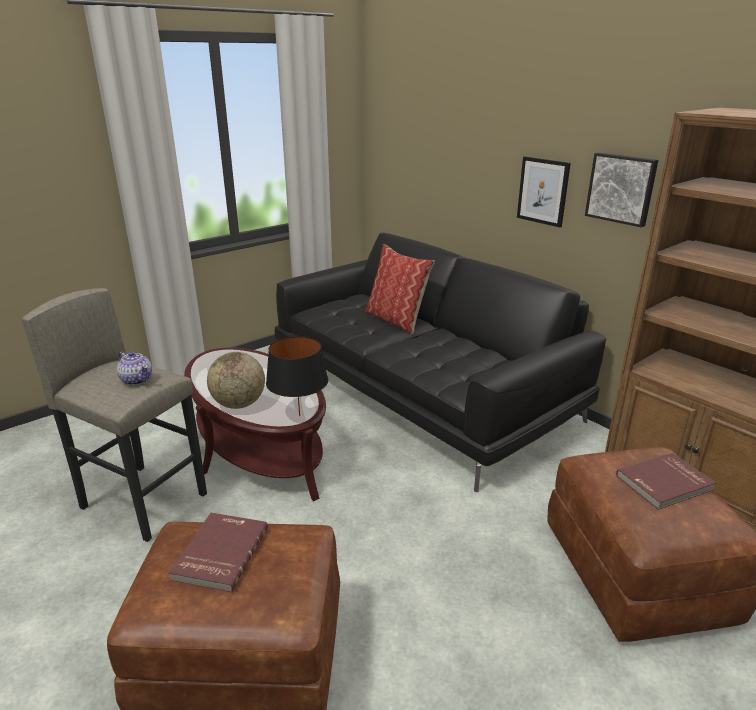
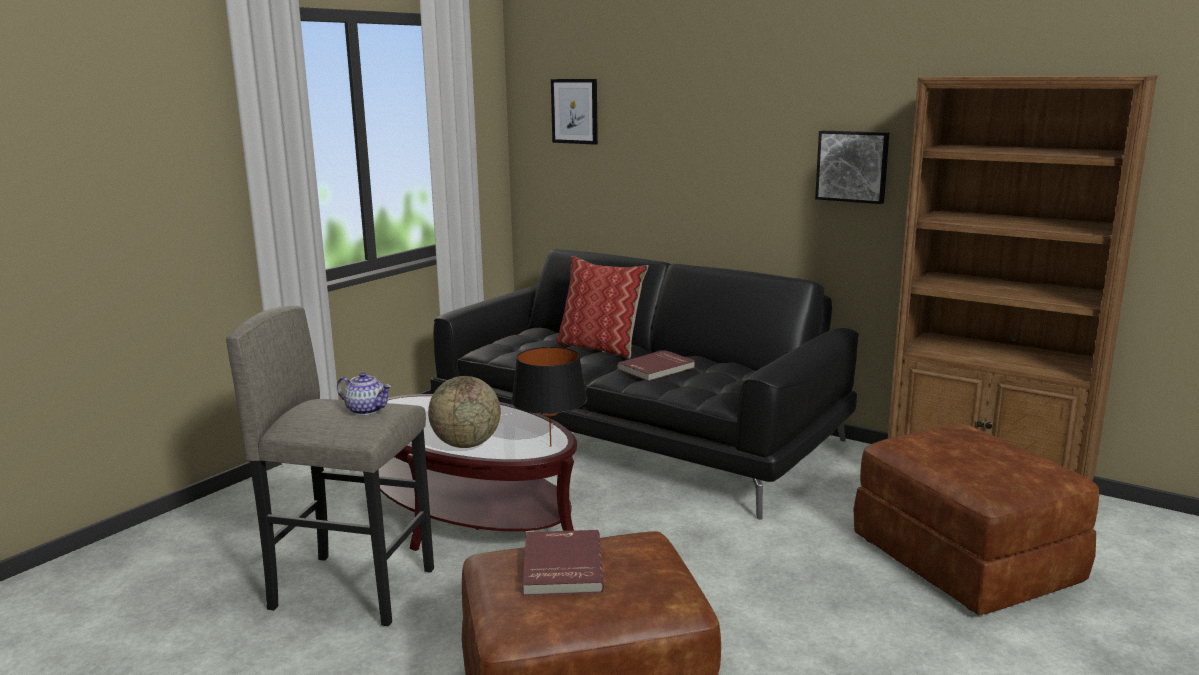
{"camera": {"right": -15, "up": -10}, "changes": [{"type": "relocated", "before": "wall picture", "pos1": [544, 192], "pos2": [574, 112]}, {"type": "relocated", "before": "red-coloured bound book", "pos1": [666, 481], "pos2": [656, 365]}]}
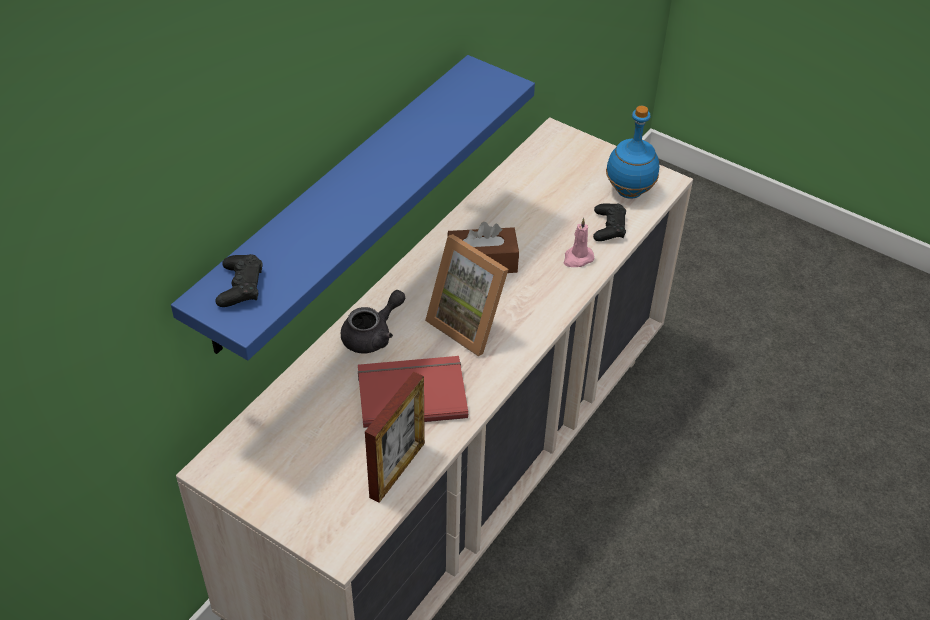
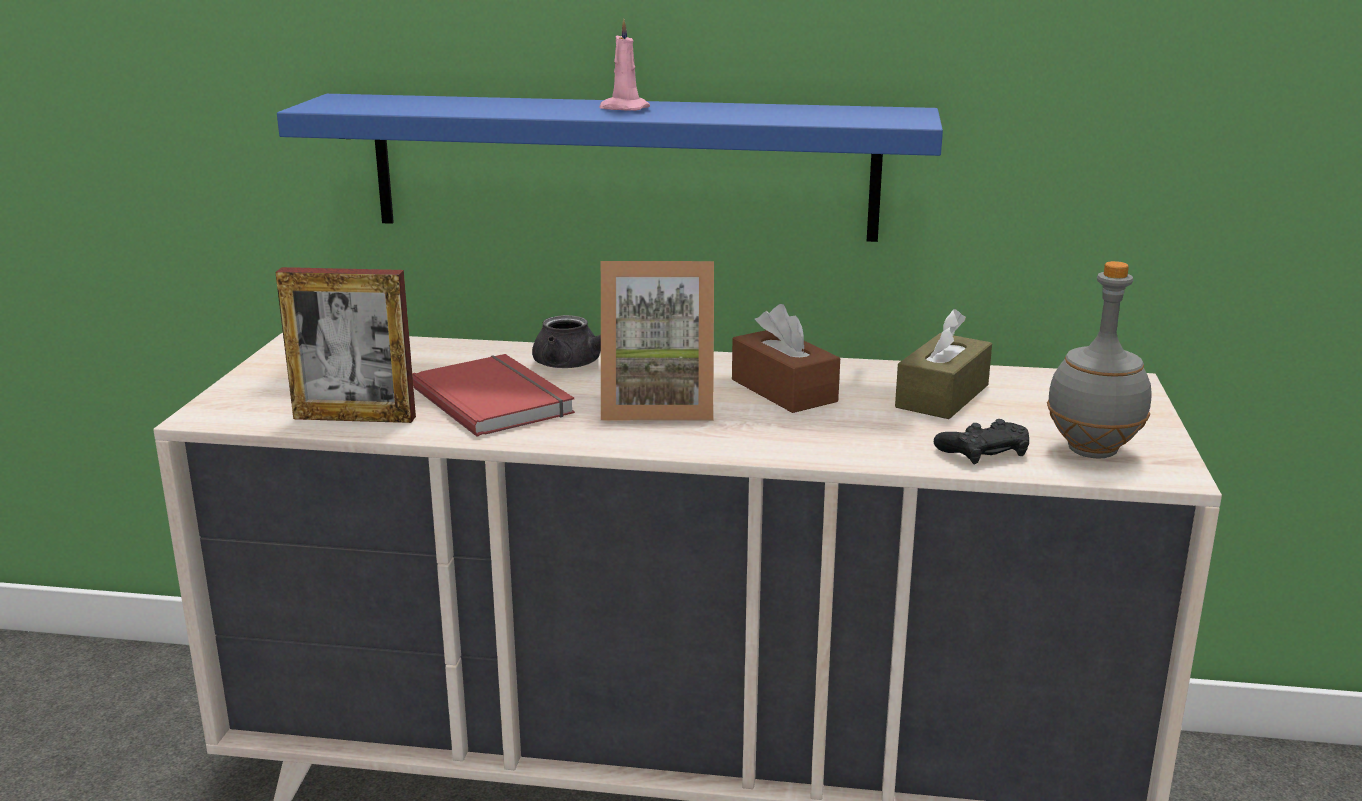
{"camera": {"right": 65, "up": -25}, "changes": [{"type": "relocated", "before": "pinkish wax light", "pos1": [579, 242], "pos2": [624, 64]}, {"type": "spun", "before": "standing frame", "pos1": [467, 295], "pos2": [657, 341], "turn": -105}, {"type": "appeared", "after": "brown-coloured tissue box", "pos2": [943, 364]}, {"type": "colour", "before": "blue-coloured bottle", "after": "greyish bottle", "pos1": [632, 152], "pos2": [1099, 360]}, {"type": "missing", "before": "black gamepad", "pos1": [239, 280]}]}
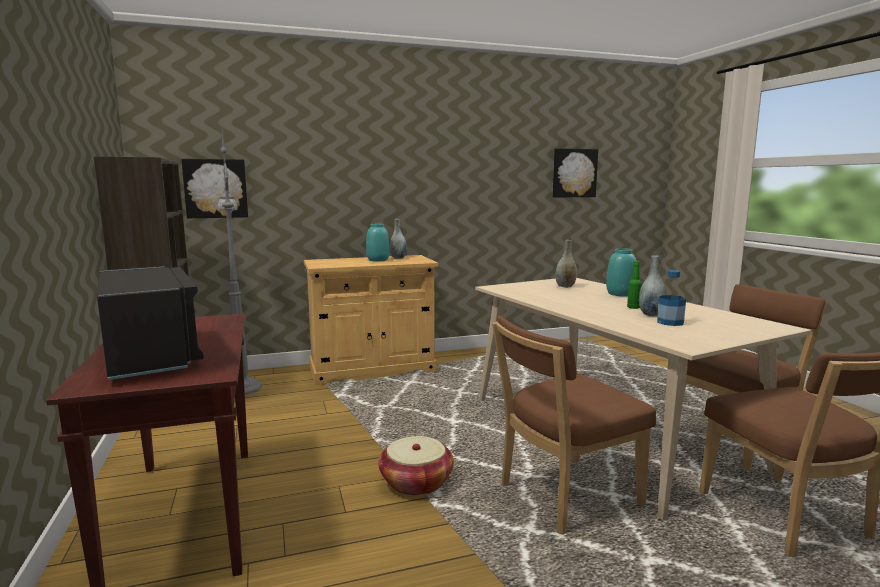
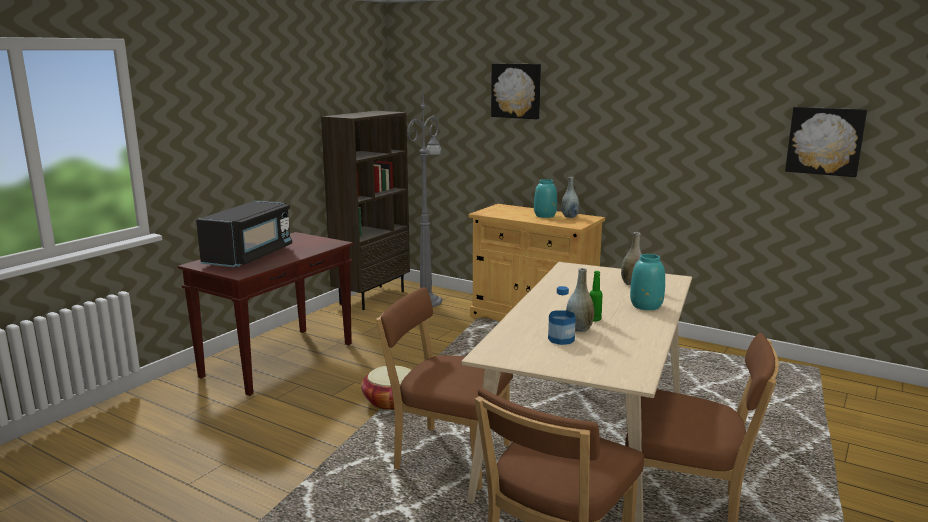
{"camera": {"right": 50, "up": 5}, "changes": [{"type": "relocated", "before": "wall picture", "pos1": [214, 188], "pos2": [516, 91]}]}
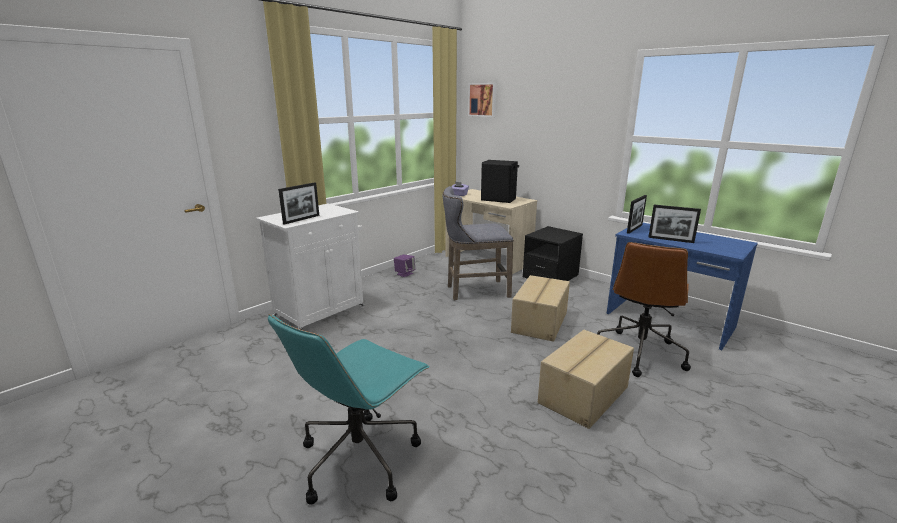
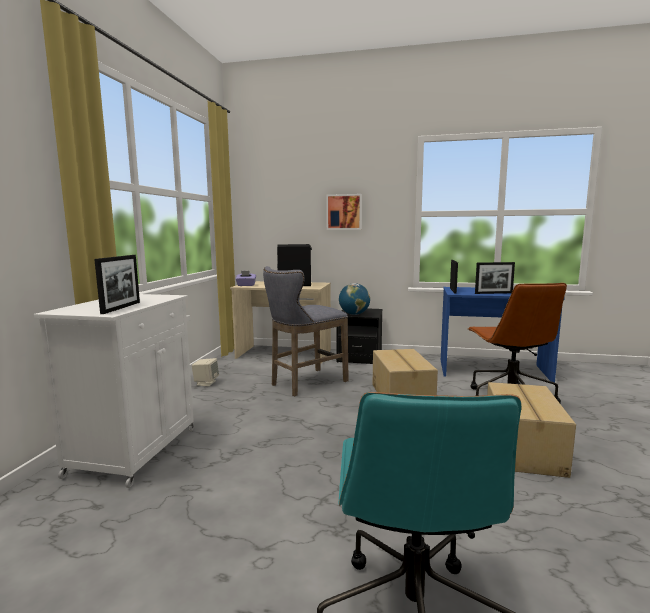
{"camera": {"right": -30, "up": -10}, "changes": [{"type": "colour", "before": "purplish speaker", "after": "beige-coloured speaker", "pos1": [404, 265], "pos2": [205, 372]}, {"type": "relocated", "before": "wall picture", "pos1": [482, 100], "pos2": [344, 212]}, {"type": "appeared", "after": "desk globe", "pos2": [354, 299]}]}
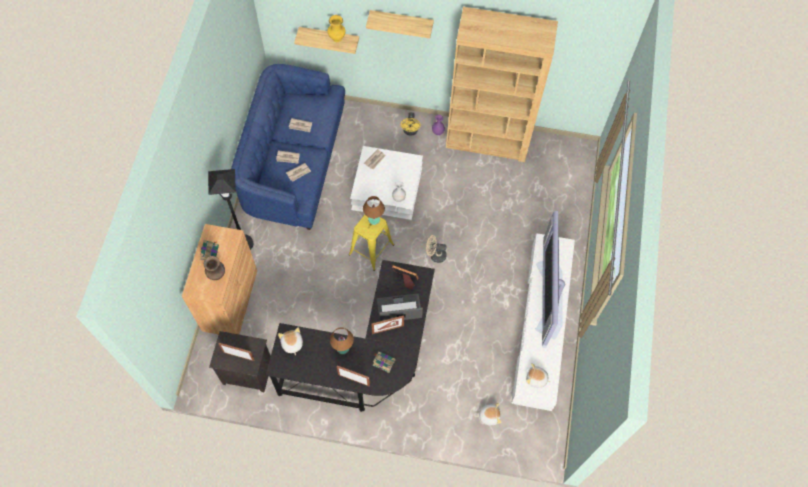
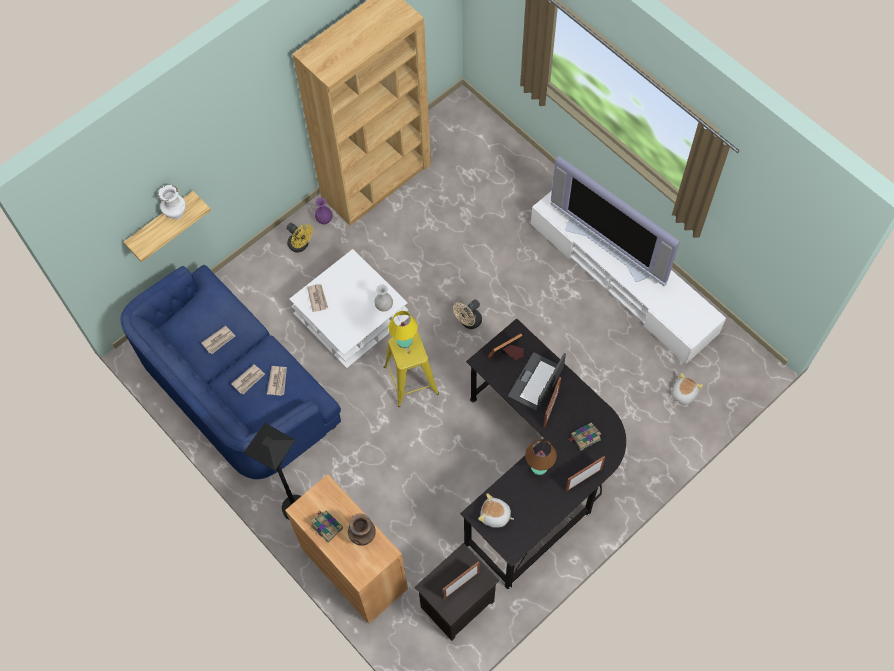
{"camera": {"right": -50, "up": 0}, "changes": [{"type": "colour", "before": "yellowish decorative vase", "after": "white-coloured decorative vase", "pos1": [337, 28], "pos2": [172, 202]}, {"type": "colour", "before": "brown-coloured table lamp", "after": "yellowish table lamp", "pos1": [374, 210], "pos2": [403, 329]}, {"type": "missing", "before": "wall shelf", "pos1": [400, 24]}, {"type": "missing", "before": "cuddly toy", "pos1": [538, 375]}]}
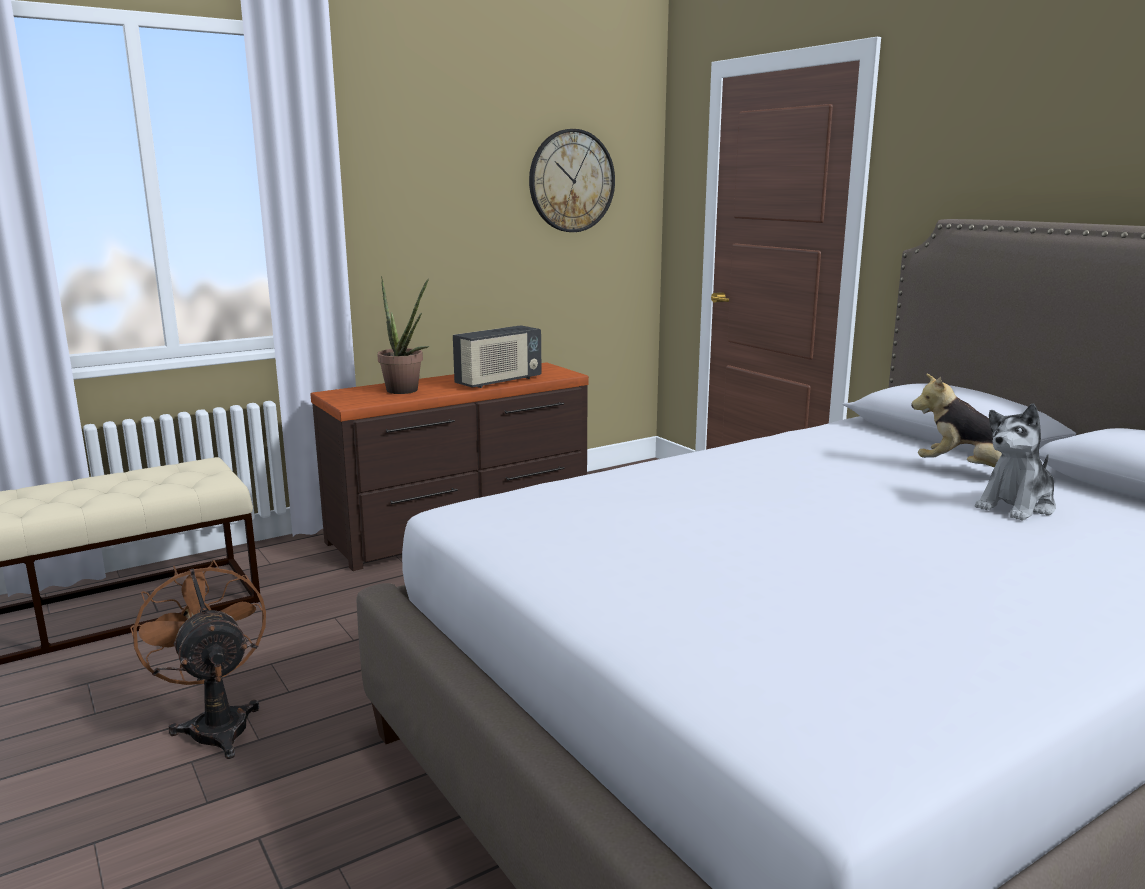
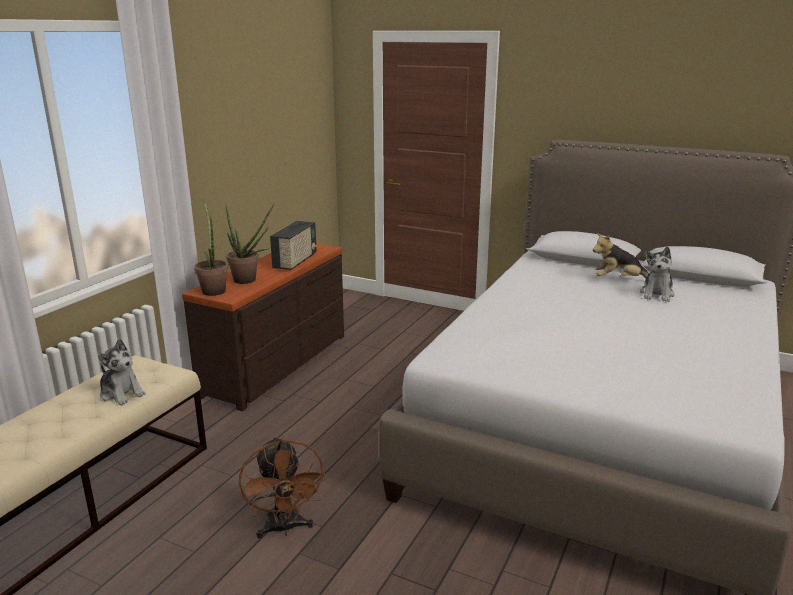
{"camera": {"right": -30, "up": 5}, "changes": [{"type": "appeared", "after": "cuddly toy", "pos2": [122, 372]}, {"type": "appeared", "after": "plant in a pot", "pos2": [211, 248]}, {"type": "spun", "before": "brown-coloured fan", "pos1": [198, 659], "pos2": [282, 487], "turn": -135}, {"type": "missing", "before": "wall clock", "pos1": [572, 180]}]}
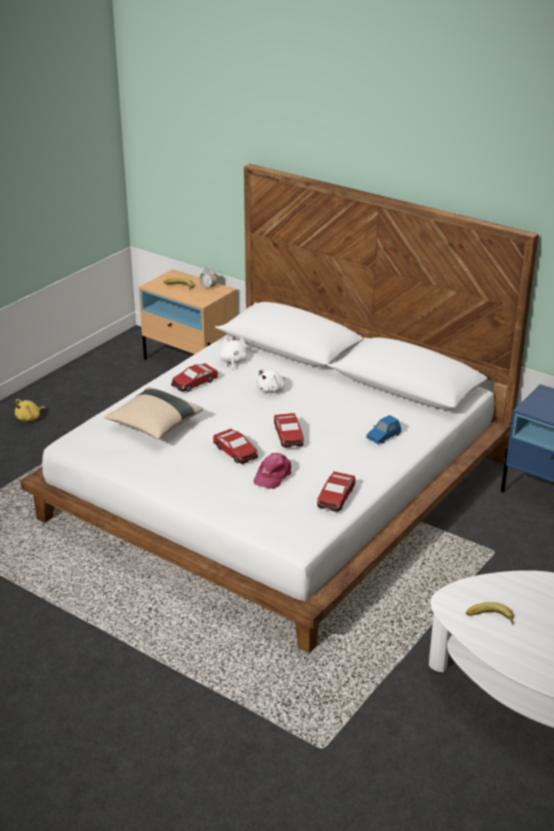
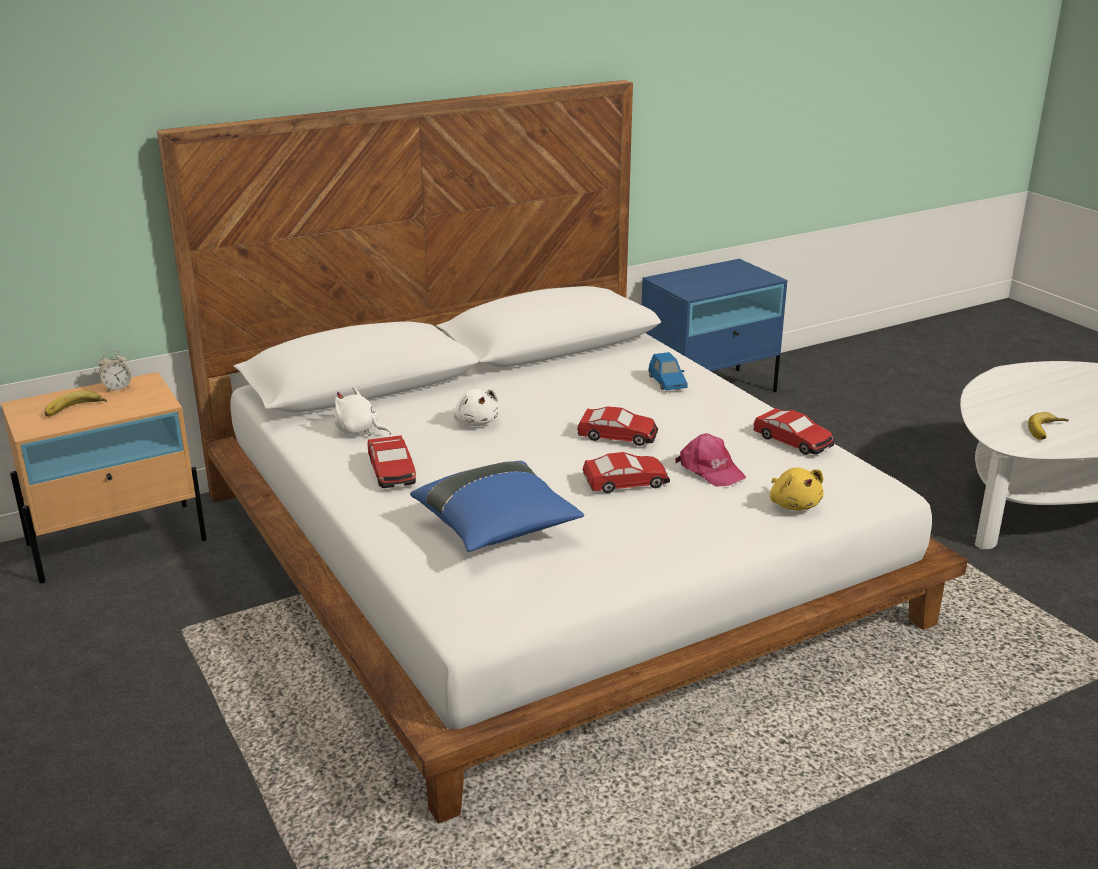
{"camera": {"right": -65, "up": -5}, "changes": [{"type": "colour", "before": "beige-coloured throw pillow", "after": "blue-coloured throw pillow", "pos1": [153, 413], "pos2": [497, 506]}, {"type": "relocated", "before": "yellowish cuddly toy", "pos1": [30, 410], "pos2": [797, 489]}]}
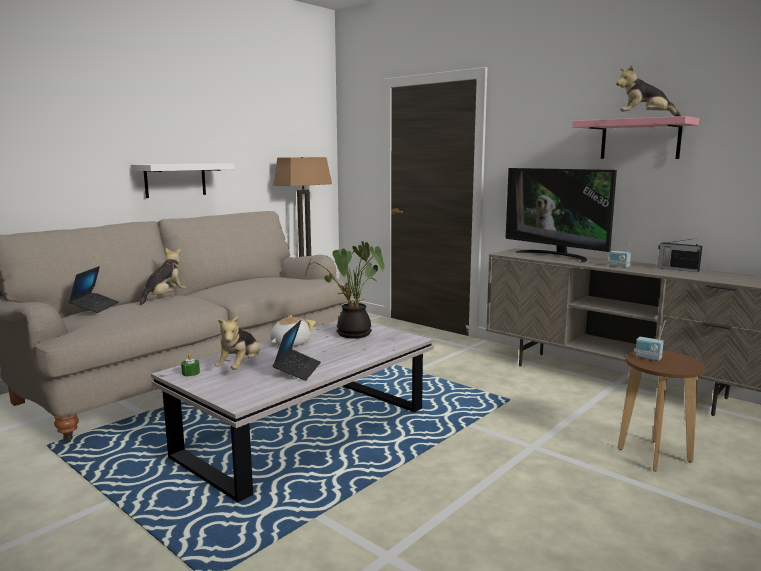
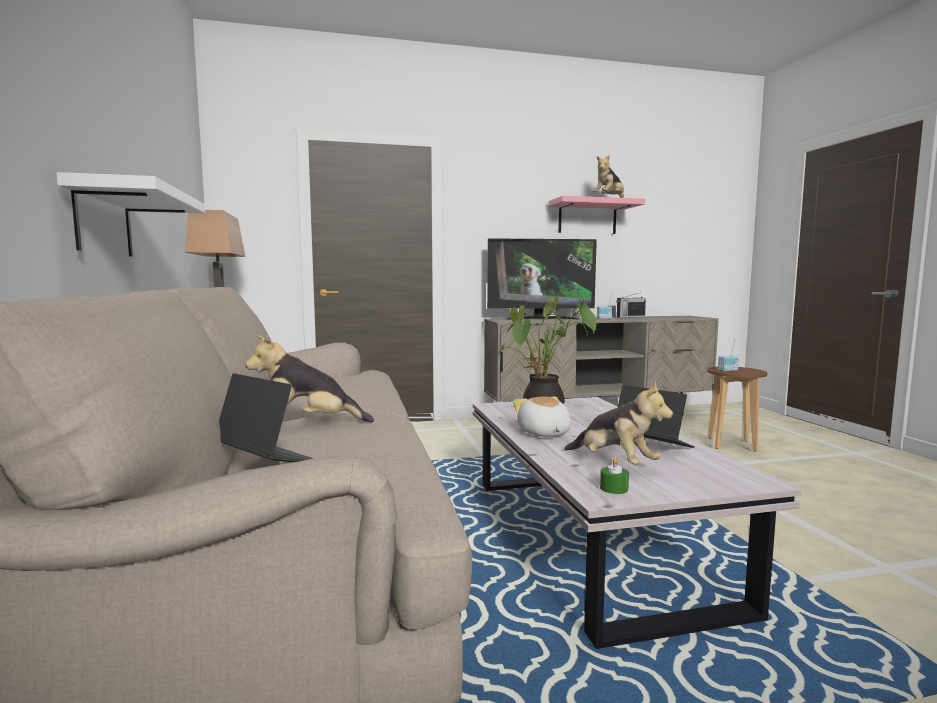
{"camera": {"right": -55, "up": -5}, "changes": [{"type": "spun", "before": "cuddly toy", "pos1": [163, 276], "pos2": [309, 378], "turn": -60}]}
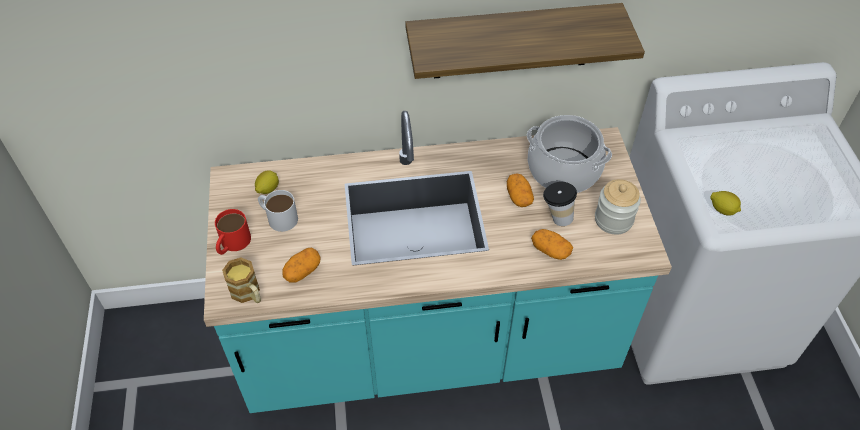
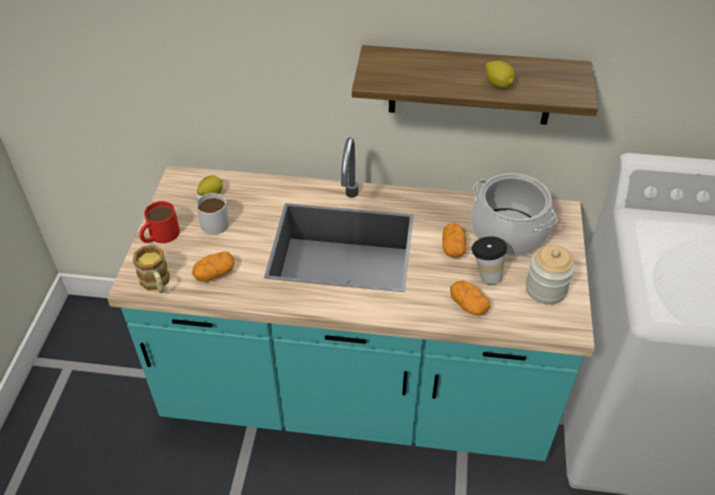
{"camera": {"right": 15, "up": -5}, "changes": [{"type": "relocated", "before": "citrus fruit", "pos1": [725, 203], "pos2": [500, 75]}]}
